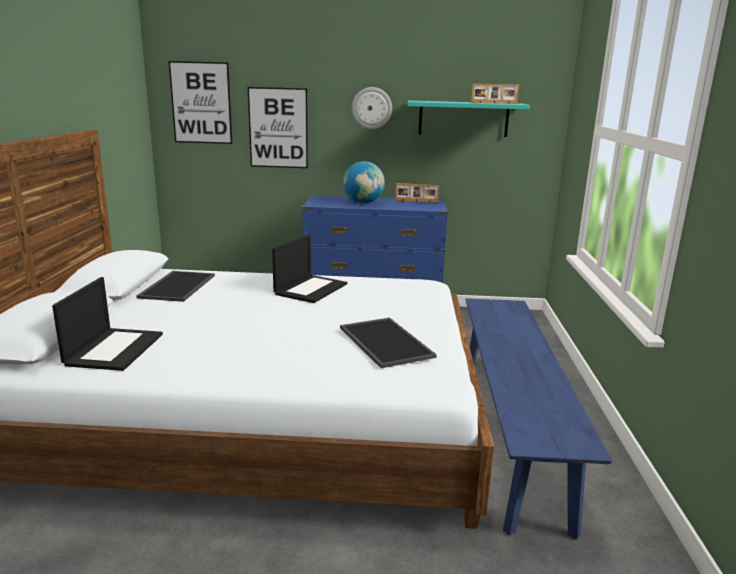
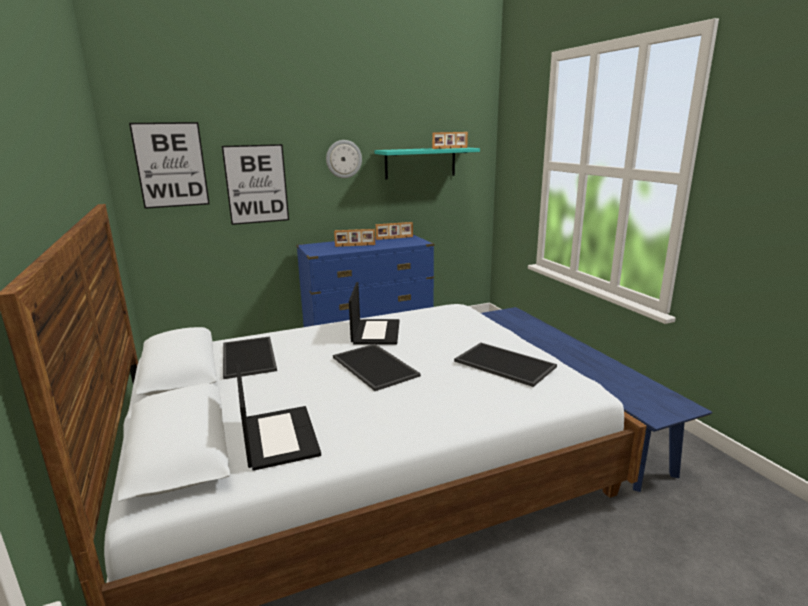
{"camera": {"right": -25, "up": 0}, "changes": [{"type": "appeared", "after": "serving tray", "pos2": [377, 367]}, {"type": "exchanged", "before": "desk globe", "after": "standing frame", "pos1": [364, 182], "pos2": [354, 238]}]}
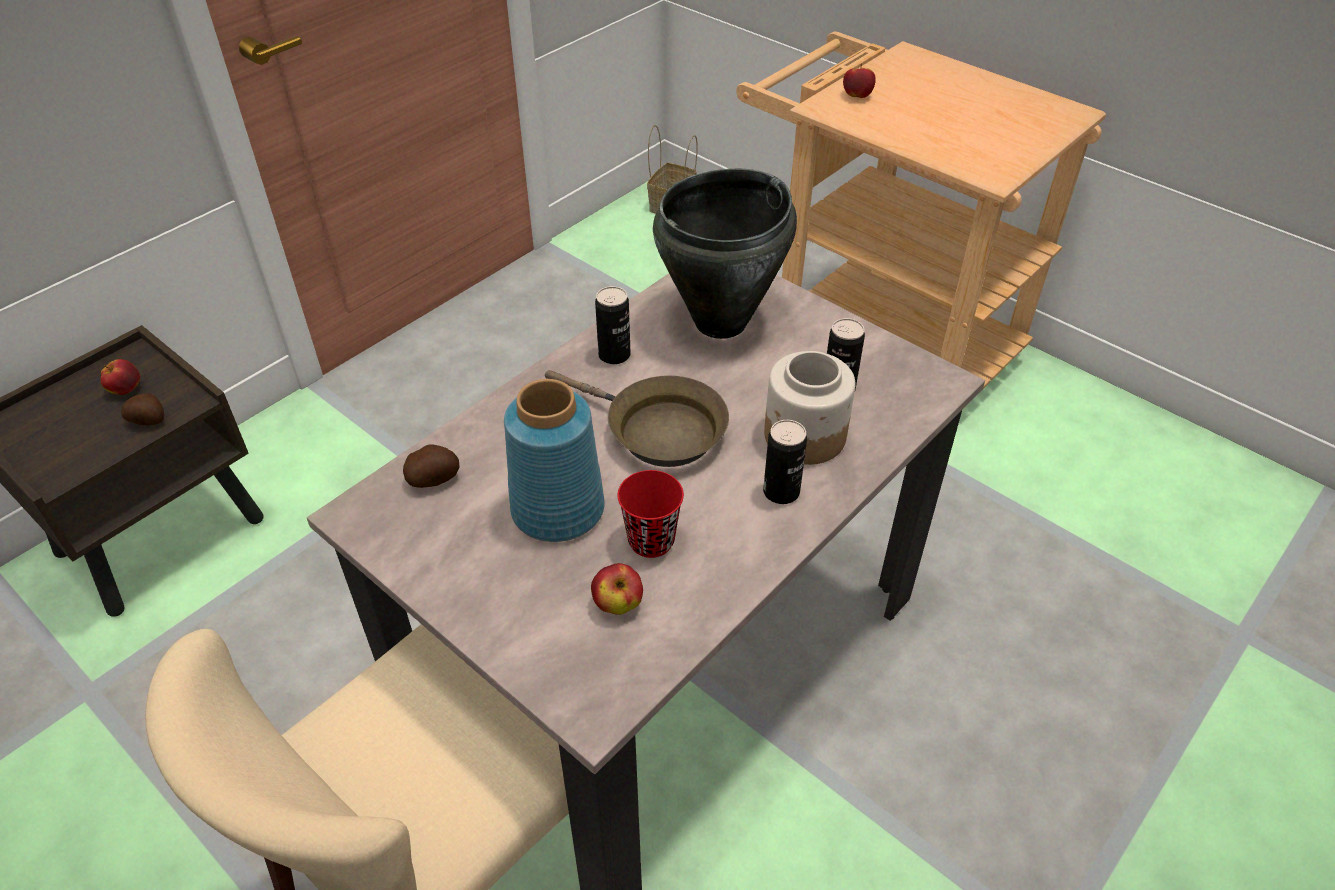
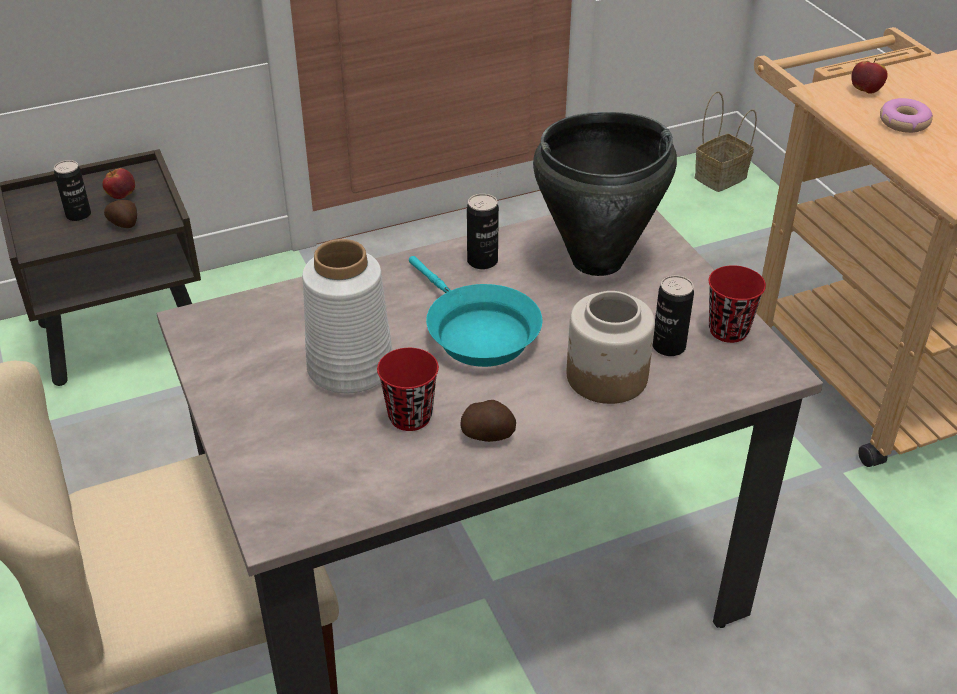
{"camera": {"right": 25, "up": -5}, "changes": [{"type": "relocated", "before": "can", "pos1": [785, 462], "pos2": [72, 190]}, {"type": "colour", "before": "blue-coloured decorative vase", "after": "white-coloured decorative vase", "pos1": [554, 460], "pos2": [347, 316]}, {"type": "colour", "before": "brown-coloured frying pan", "after": "turquoise-coloured frying pan", "pos1": [637, 418], "pos2": [475, 311]}, {"type": "relocated", "before": "potato", "pos1": [431, 466], "pos2": [488, 421]}, {"type": "appeared", "after": "red-coloured cup", "pos2": [737, 304]}, {"type": "appeared", "after": "ring doughnut", "pos2": [906, 115]}, {"type": "missing", "before": "whole apple", "pos1": [617, 589]}]}
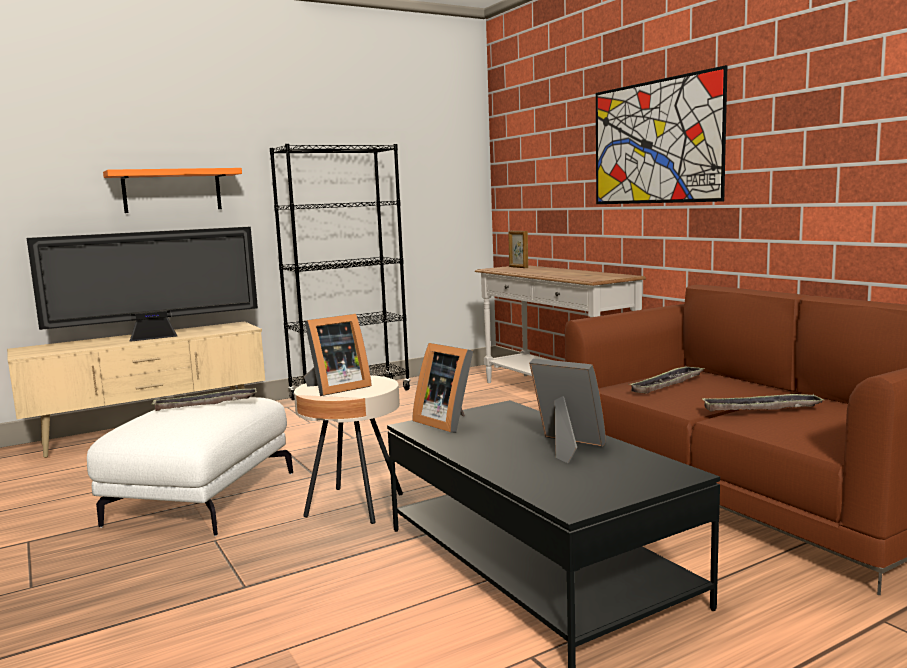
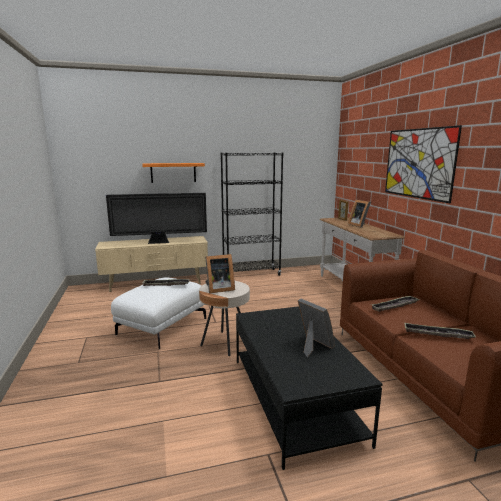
{"camera": {"right": 15, "up": 5}, "changes": [{"type": "relocated", "before": "standing frame", "pos1": [442, 388], "pos2": [359, 214]}]}
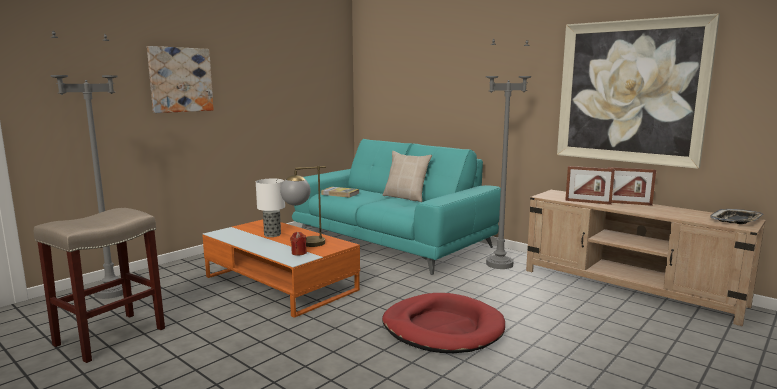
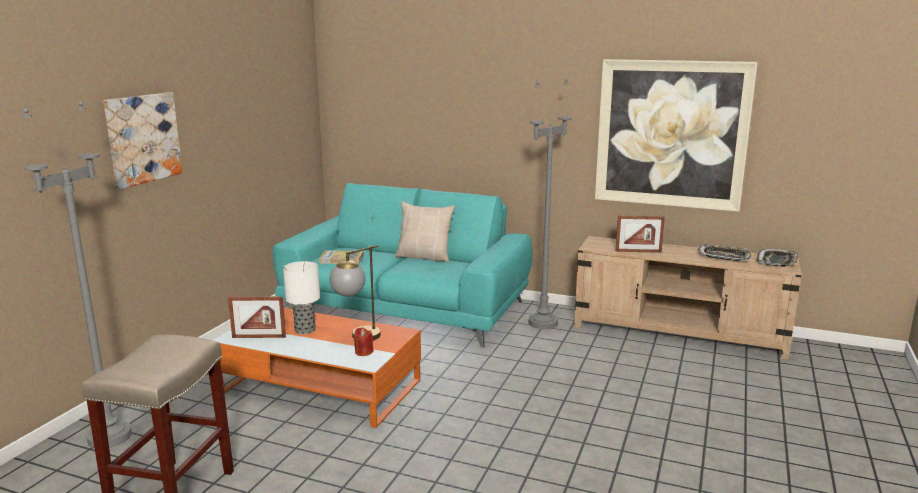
{"camera": {"right": -20, "up": 5}, "changes": [{"type": "relocated", "before": "standing frame", "pos1": [632, 186], "pos2": [257, 317]}, {"type": "appeared", "after": "serving tray", "pos2": [725, 252]}, {"type": "missing", "before": "red-coloured dog bed", "pos1": [443, 323]}]}
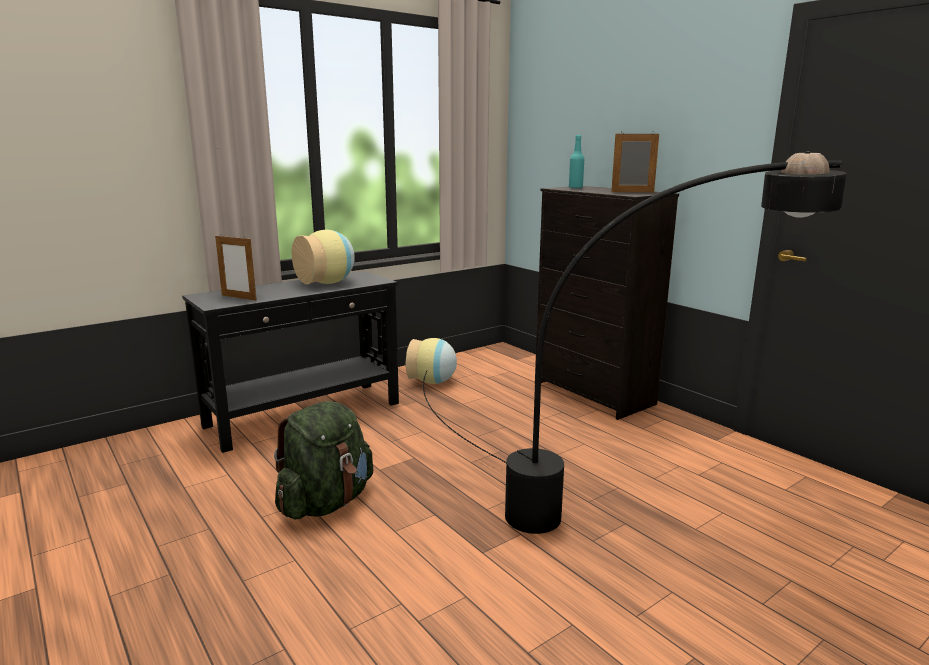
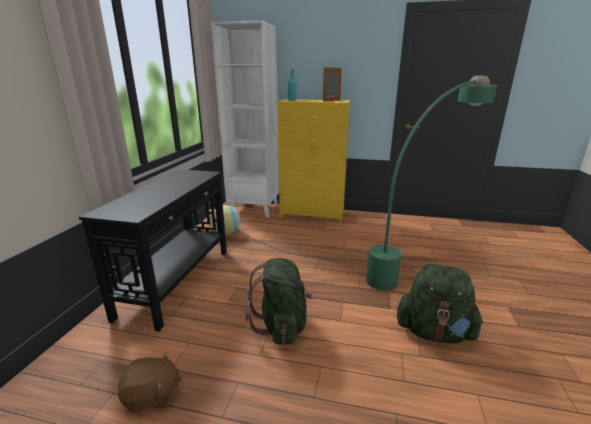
{"camera": {"right": -40, "up": 5}, "changes": [{"type": "appeared", "after": "brown-coloured cuddly toy", "pos2": [150, 382]}, {"type": "appeared", "after": "white-coloured shelving unit", "pos2": [245, 119]}, {"type": "colour", "before": "black standing lamp", "after": "greenish standing lamp", "pos1": [635, 342], "pos2": [366, 183]}, {"type": "colour", "before": "black drawer chest", "after": "yellowish drawer chest", "pos1": [607, 303], "pos2": [313, 161]}, {"type": "appeared", "after": "greenish backpack", "pos2": [440, 304]}, {"type": "missing", "before": "standing frame", "pos1": [236, 268]}, {"type": "missing", "before": "decorative vase", "pos1": [323, 257]}]}
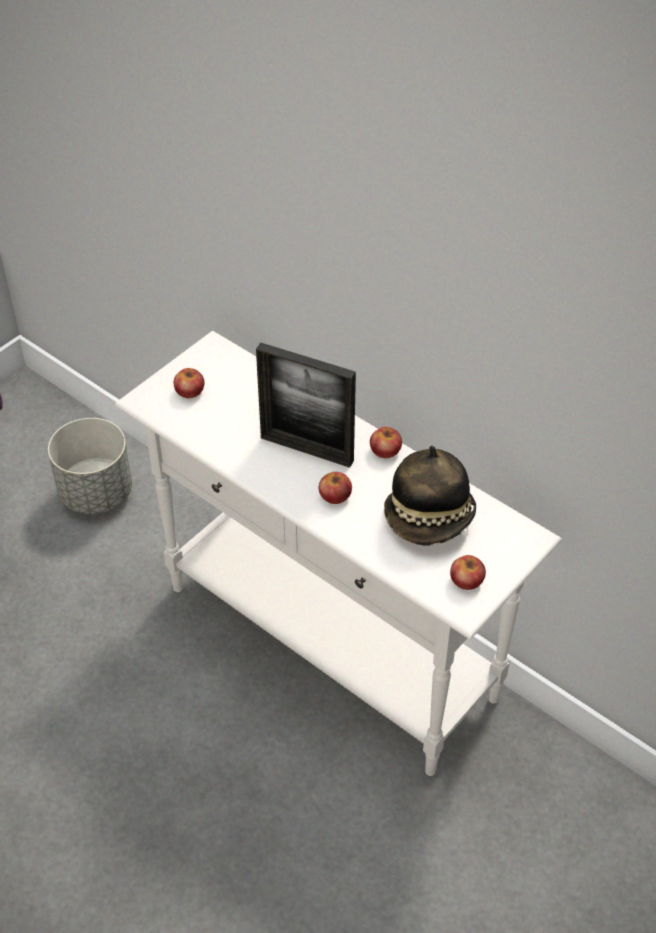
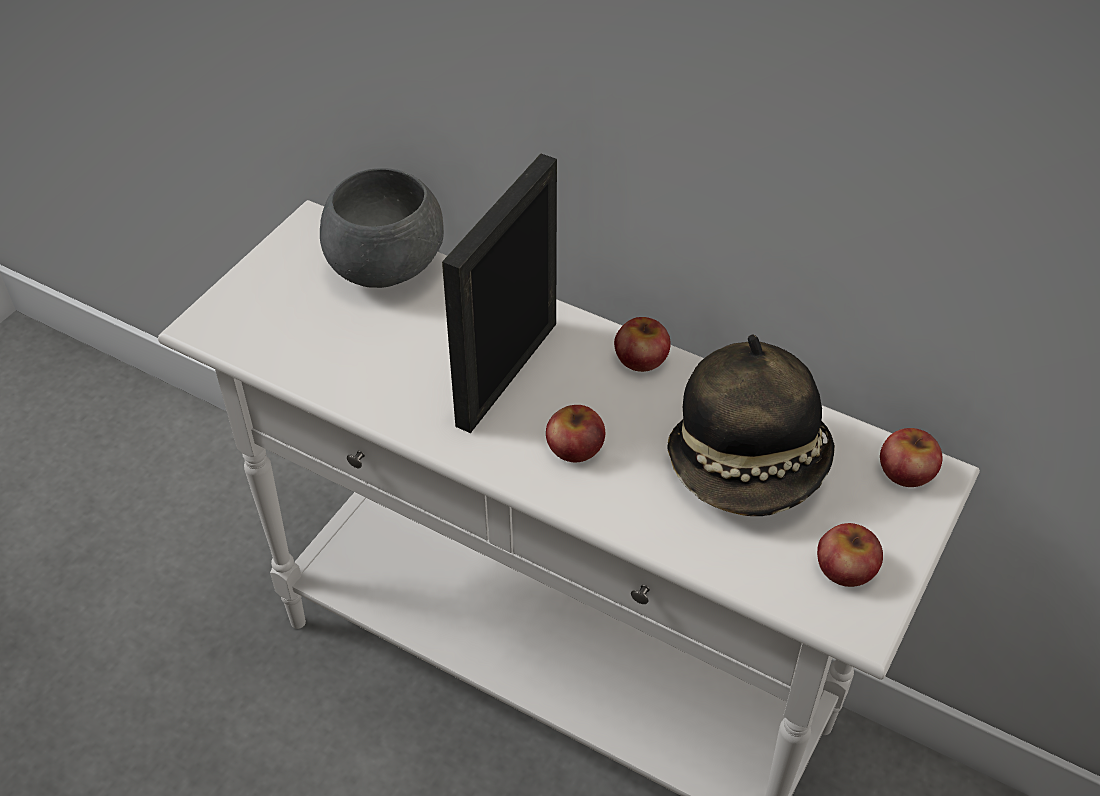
{"camera": {"right": -10, "up": 0}, "changes": [{"type": "appeared", "after": "greyish serving bowl", "pos2": [382, 228]}, {"type": "spun", "before": "standing frame", "pos1": [306, 405], "pos2": [499, 293], "turn": 105}, {"type": "relocated", "before": "whole apple", "pos1": [189, 383], "pos2": [911, 457]}, {"type": "missing", "before": "greyish flower pot", "pos1": [90, 466]}]}
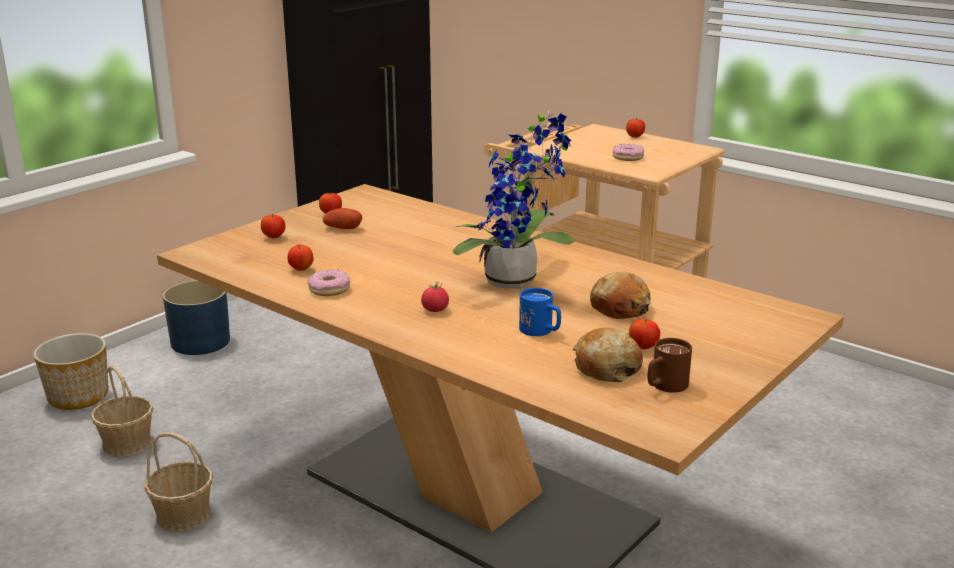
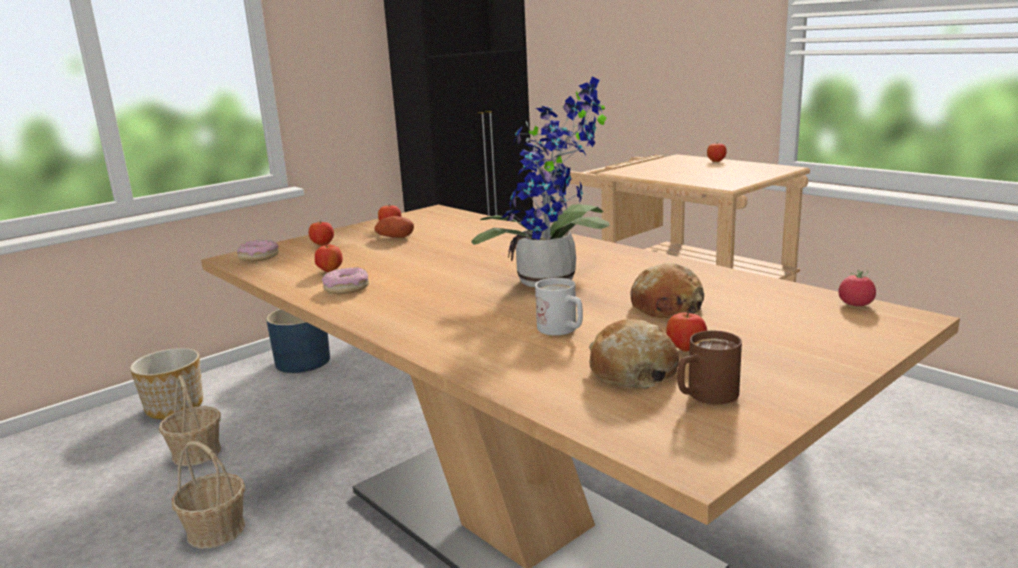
{"camera": {"right": 10, "up": -5}, "changes": [{"type": "relocated", "before": "ring doughnut", "pos1": [628, 152], "pos2": [258, 250]}, {"type": "colour", "before": "blue-coloured coffee mug", "after": "white-coloured coffee mug", "pos1": [540, 312], "pos2": [559, 306]}, {"type": "relocated", "before": "whole tomato", "pos1": [435, 297], "pos2": [857, 288]}]}
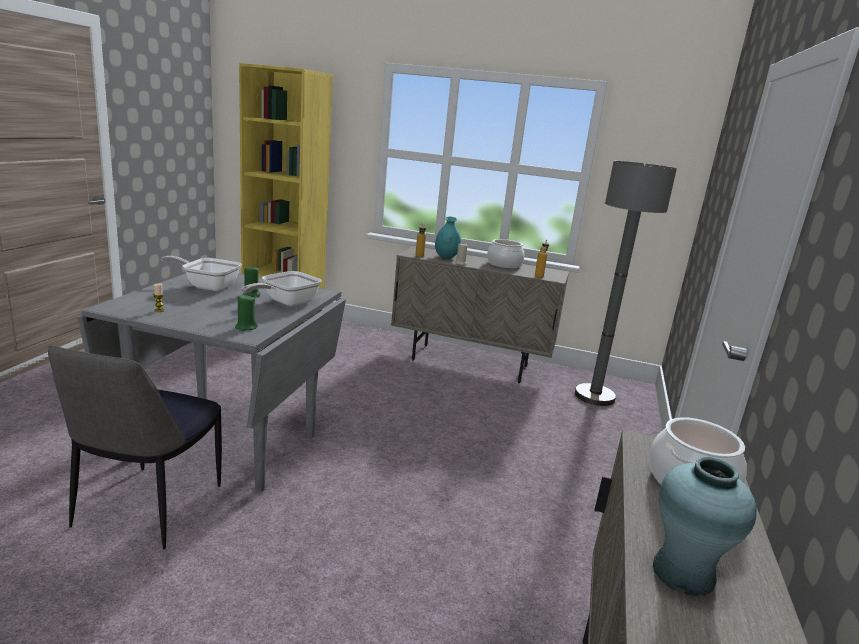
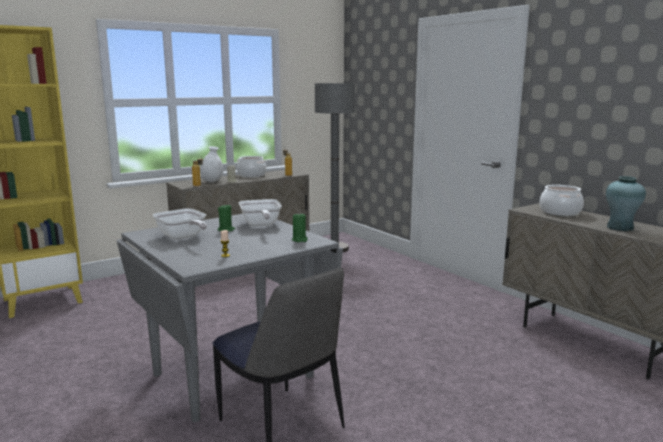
{"camera": {"right": -50, "up": -5}, "changes": [{"type": "spun", "before": "frying pan", "pos1": [201, 273], "pos2": [180, 224], "turn": -90}, {"type": "colour", "before": "turquoise-coloured decorative vase", "after": "white-coloured decorative vase", "pos1": [448, 238], "pos2": [211, 164]}]}
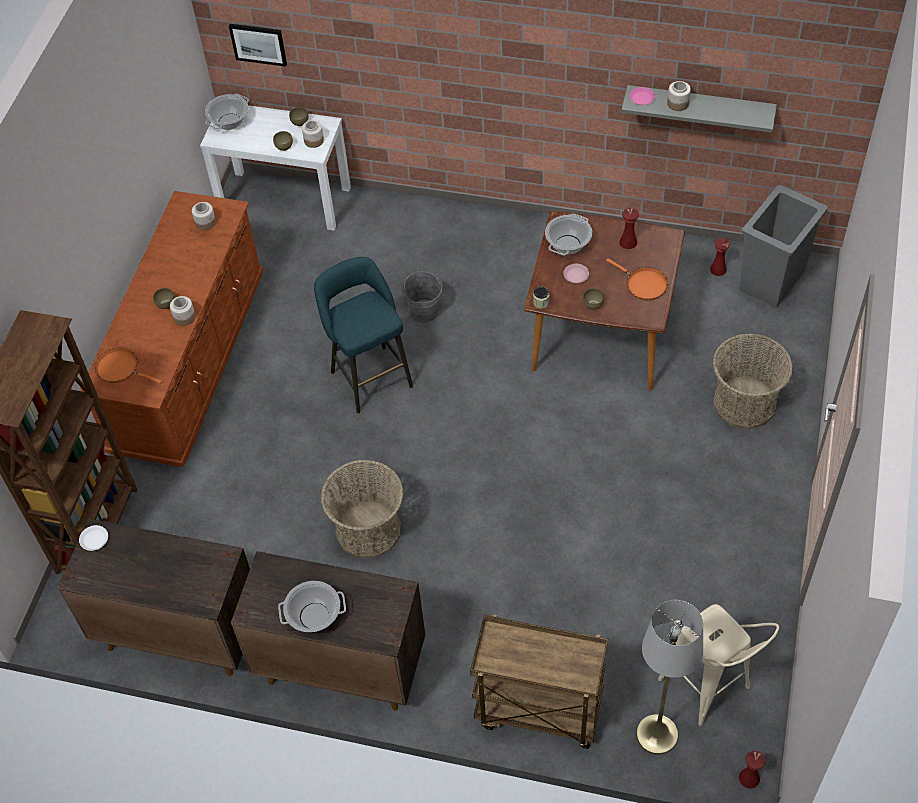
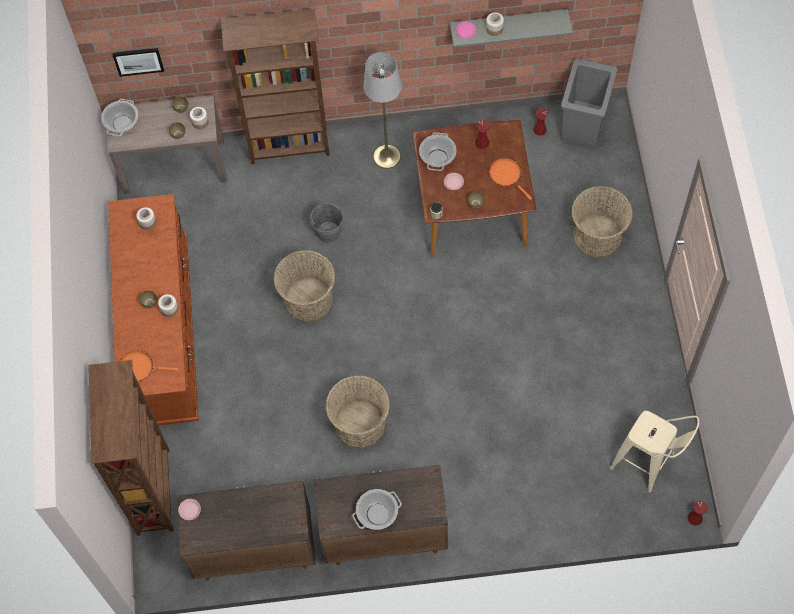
{"camera": {"right": -20, "up": 10}, "changes": [{"type": "colour", "before": "white-coloured hall table", "after": "brown-coloured hall table", "pos1": [275, 168], "pos2": [167, 144]}, {"type": "colour", "before": "white-coloured plate", "after": "pinkish plate", "pos1": [93, 538], "pos2": [189, 509]}, {"type": "appeared", "after": "brown-coloured shelving unit", "pos2": [275, 86]}, {"type": "exchanged", "before": "turquoise-coloured stool", "after": "basket", "pos1": [363, 335], "pos2": [304, 286]}, {"type": "relocated", "before": "greyish standing lamp", "pos1": [669, 677], "pos2": [383, 110]}, {"type": "spun", "before": "orange-coloured frying pan", "pos1": [637, 279], "pos2": [510, 179], "turn": -150}, {"type": "missing", "before": "brown-coloured cart", "pos1": [539, 681]}]}
